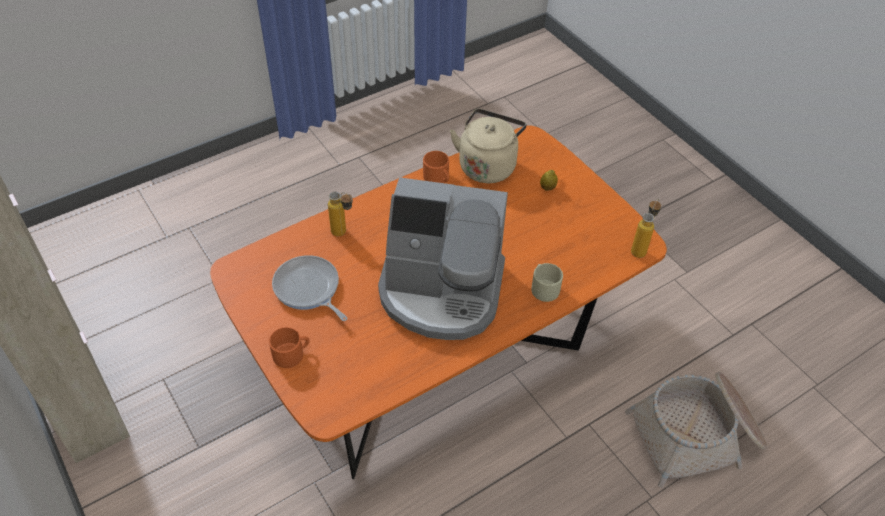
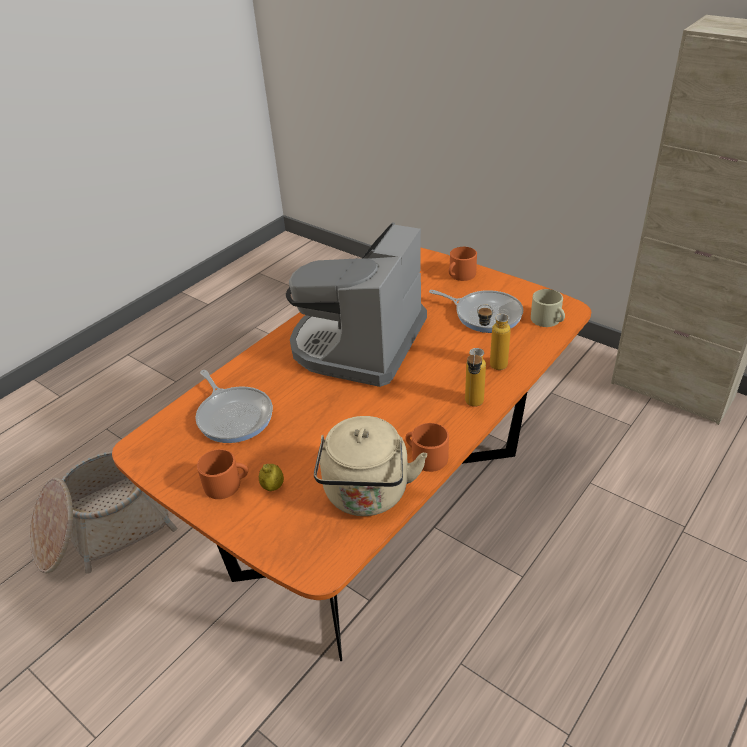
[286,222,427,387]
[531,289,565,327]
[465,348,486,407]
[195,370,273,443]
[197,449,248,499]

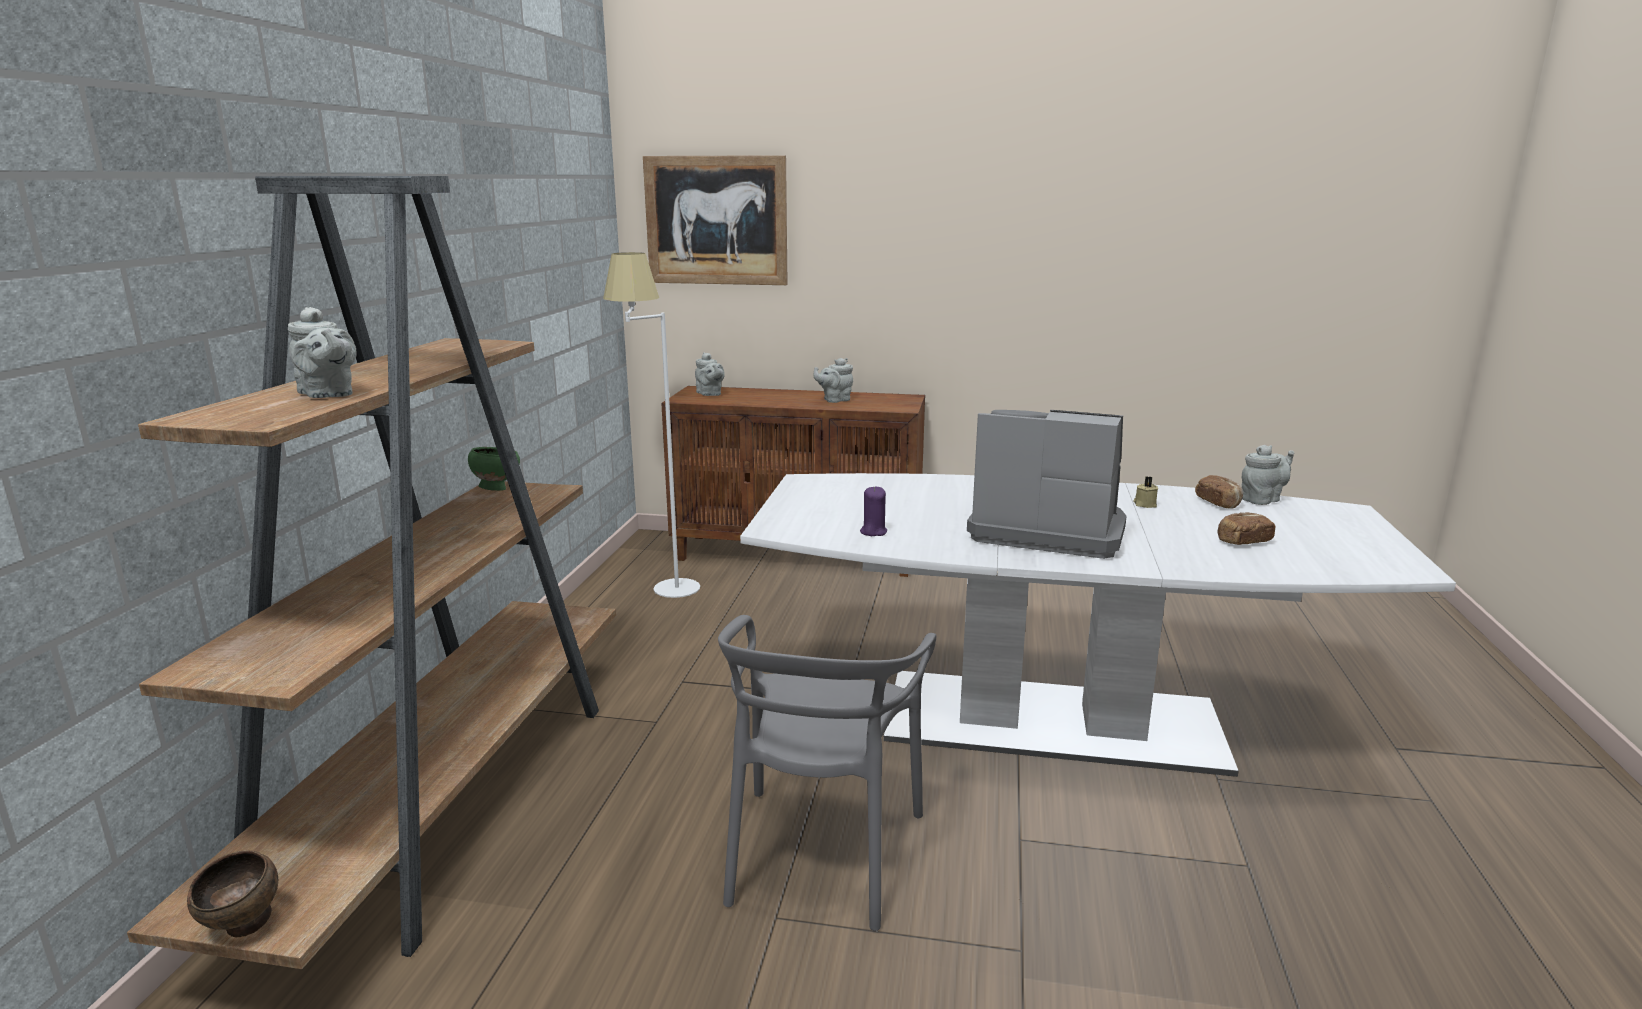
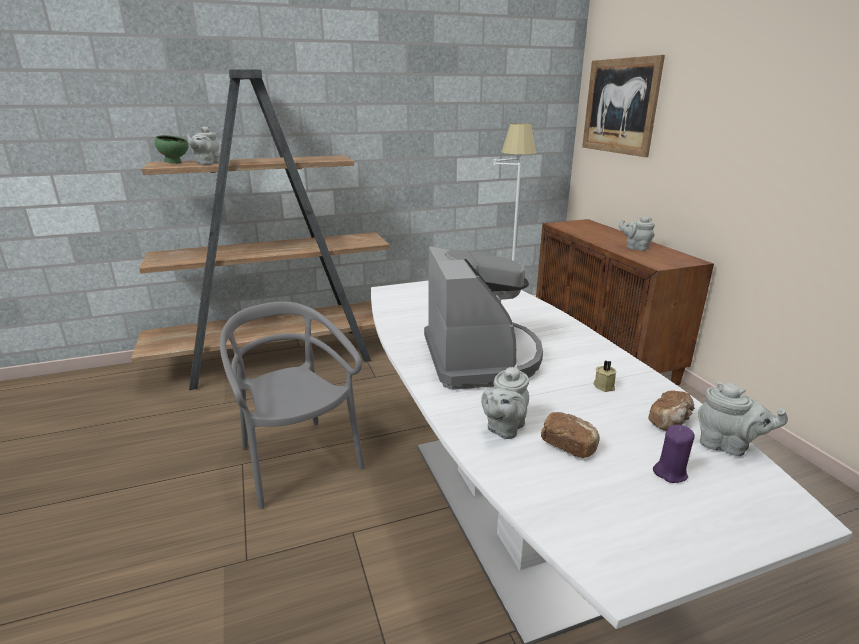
[187,850,278,938] (first image)
[155,135,188,164]
[481,364,529,439]
[220,301,365,509]
[653,425,695,483]

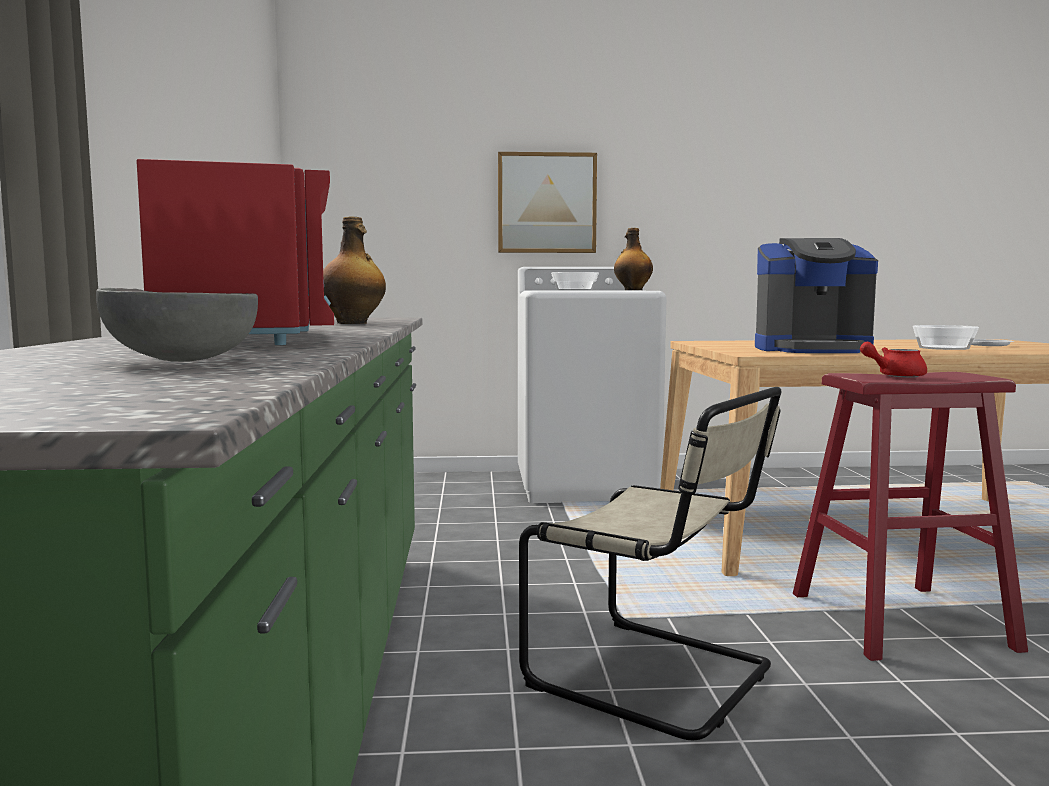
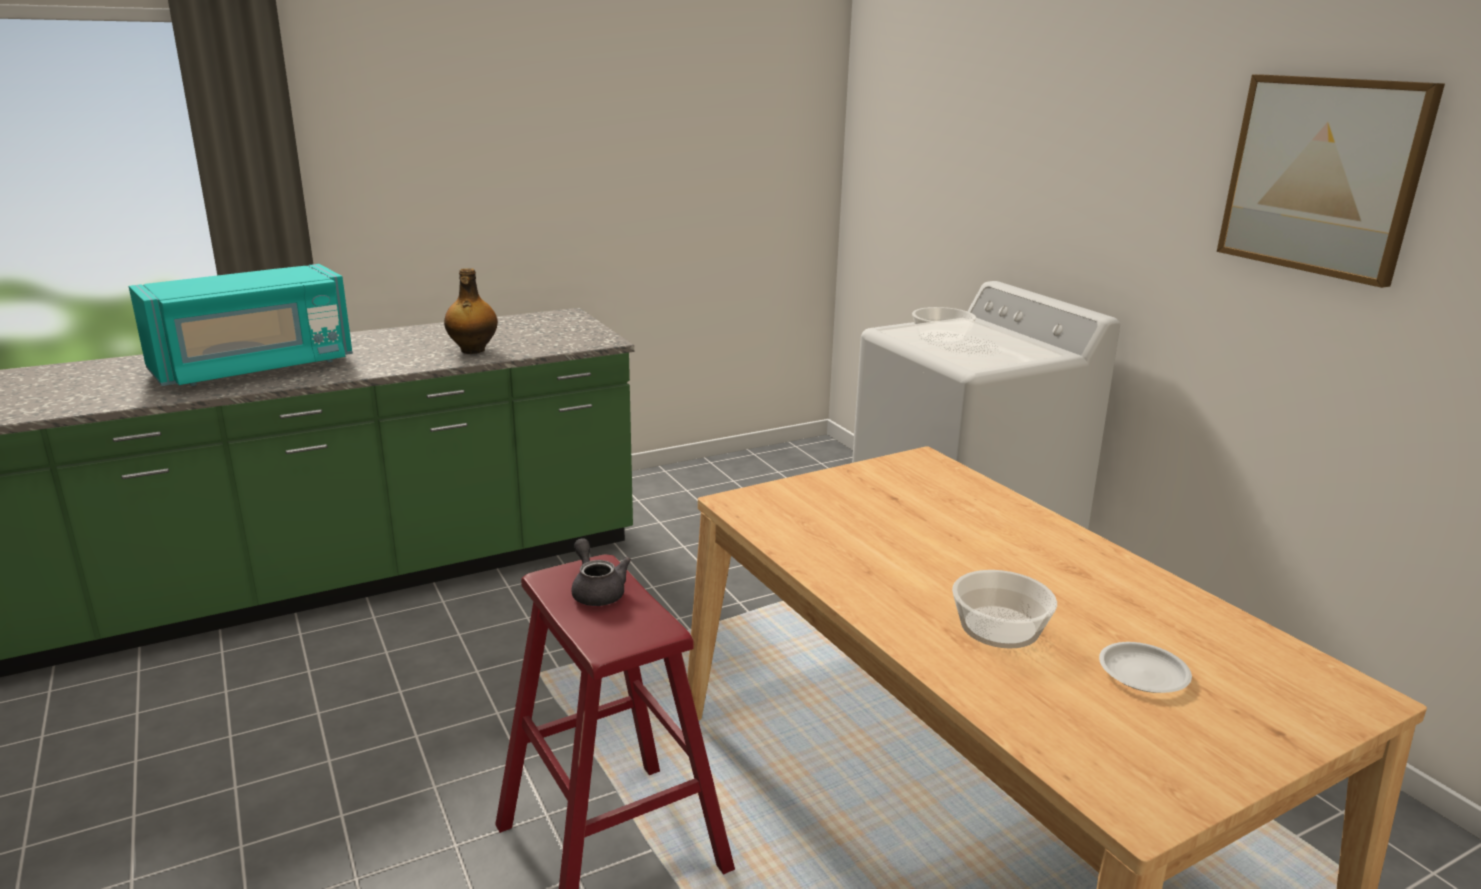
[96,288,258,362] (first image)
[129,264,353,386]
[1217,74,1445,288]
[519,387,782,740] (first image)
[614,228,653,290] (first image)
[755,238,878,353] (first image)
[571,538,631,606]

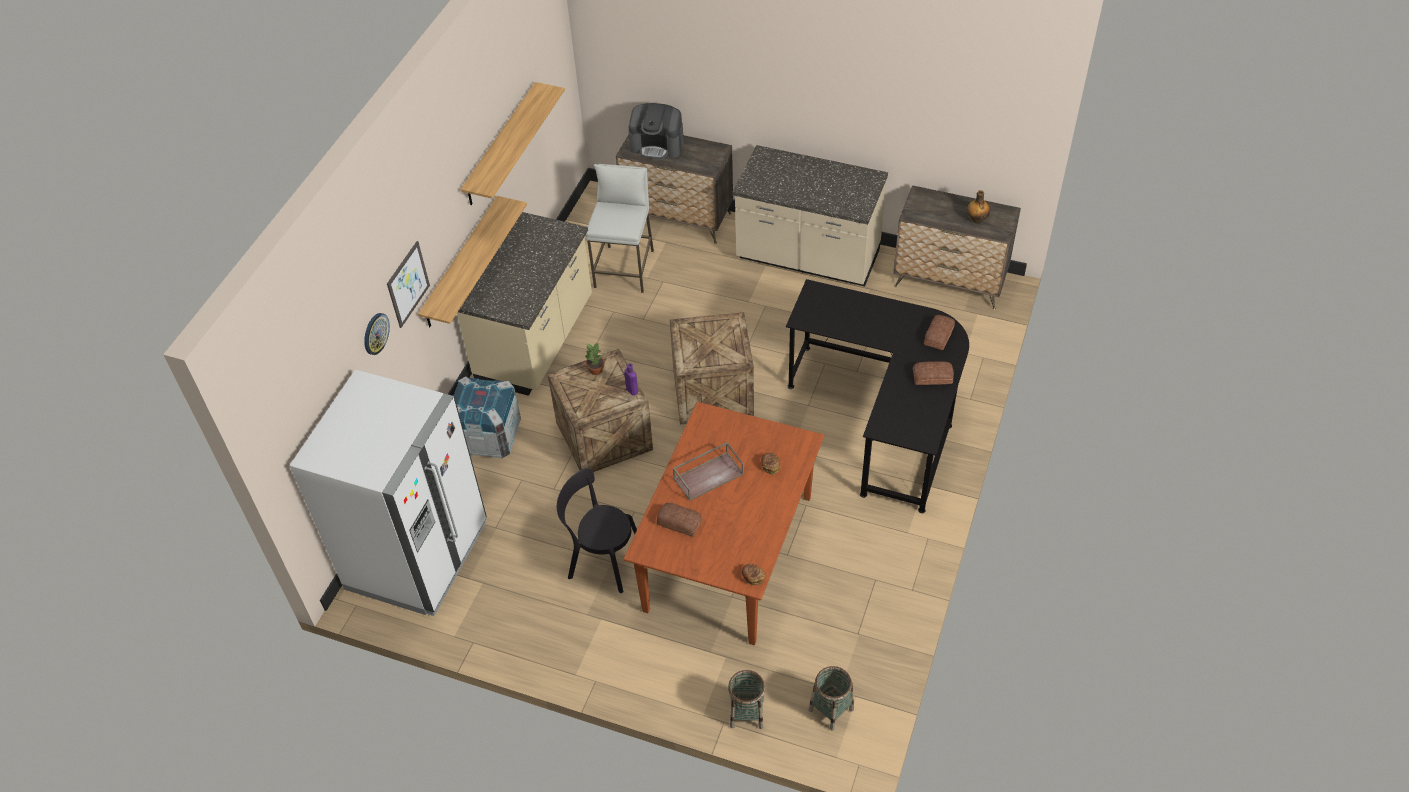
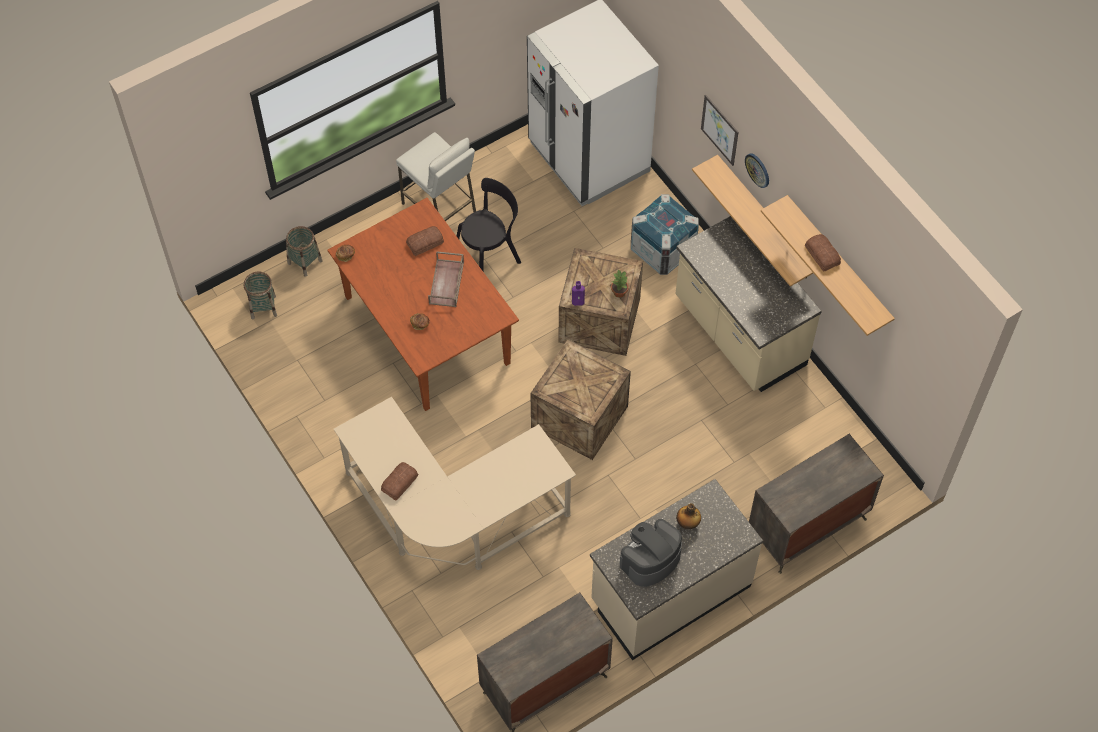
[745,154,769,188]
[396,132,476,221]
[620,519,682,587]
[333,397,576,570]
[805,234,841,272]
[676,503,701,529]

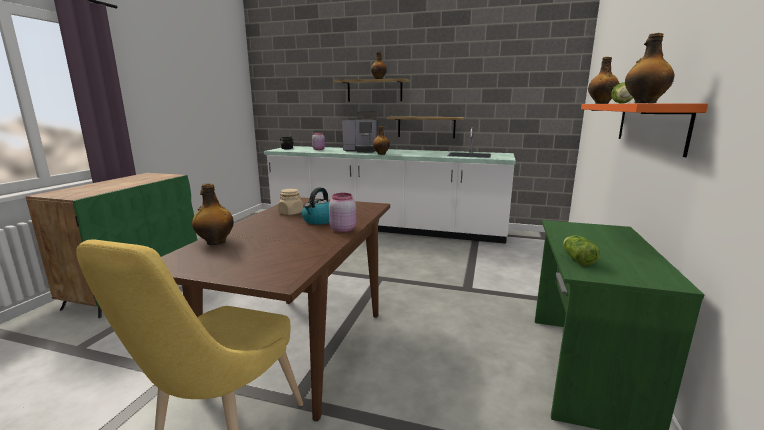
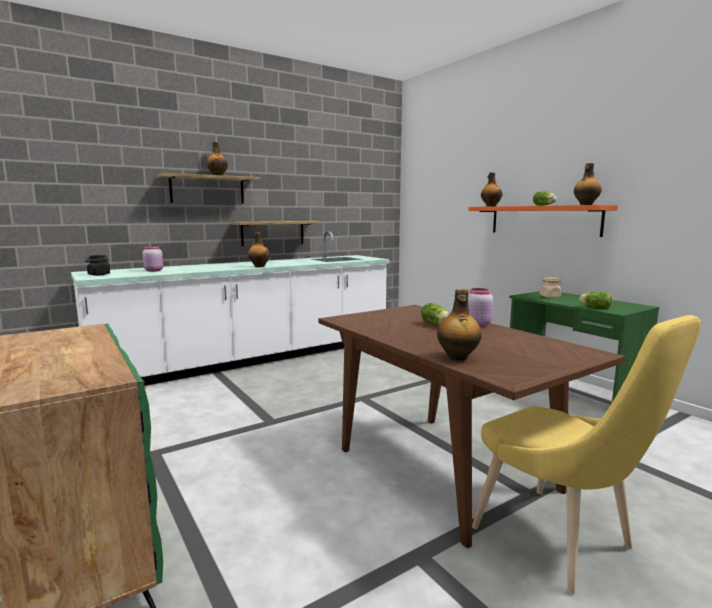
[540,277,561,298]
[421,303,450,325]
[342,111,378,153] (first image)

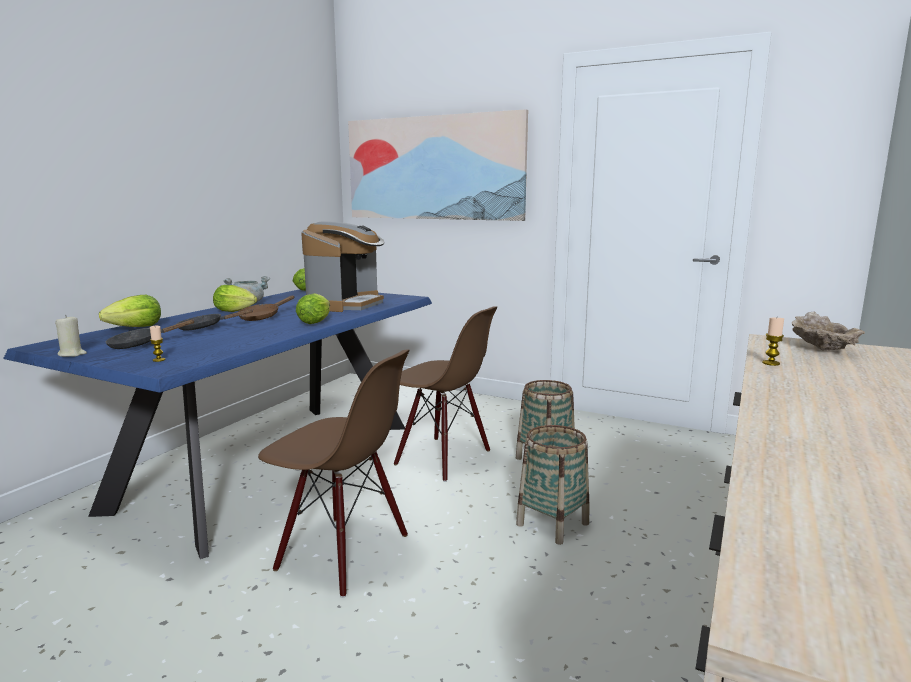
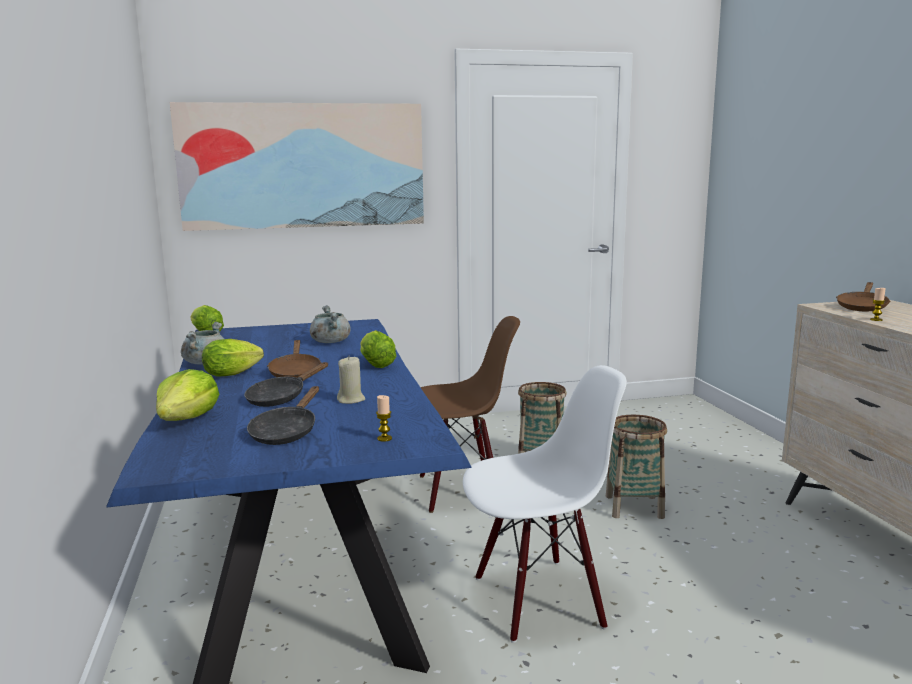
[337,356,365,404]
[463,365,627,643]
[310,305,351,343]
[836,282,890,311]

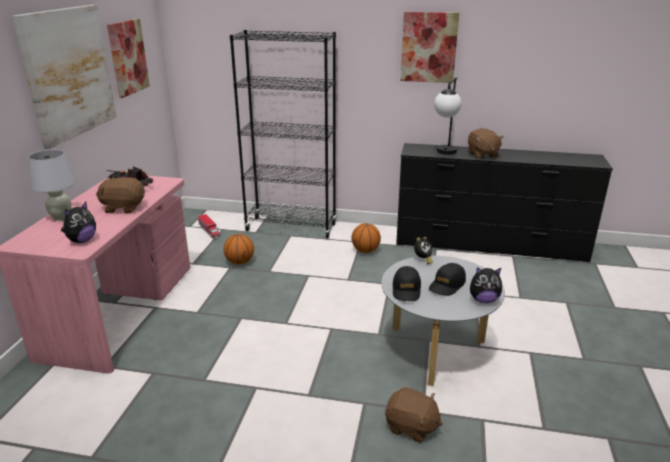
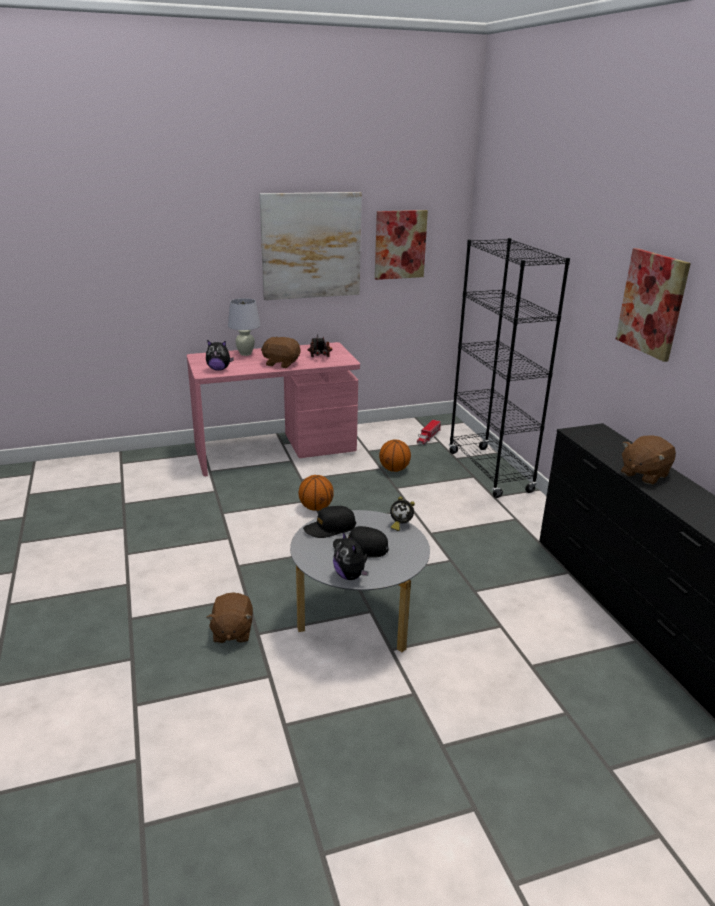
[261,336,300,368]
[299,475,334,511]
[434,78,461,155] (first image)

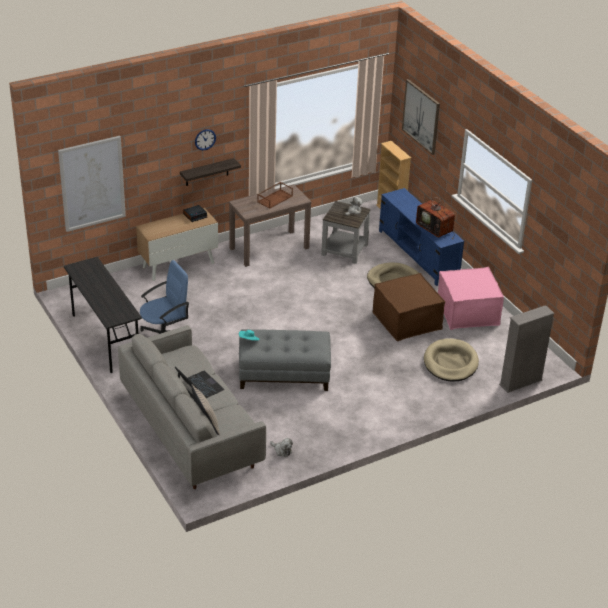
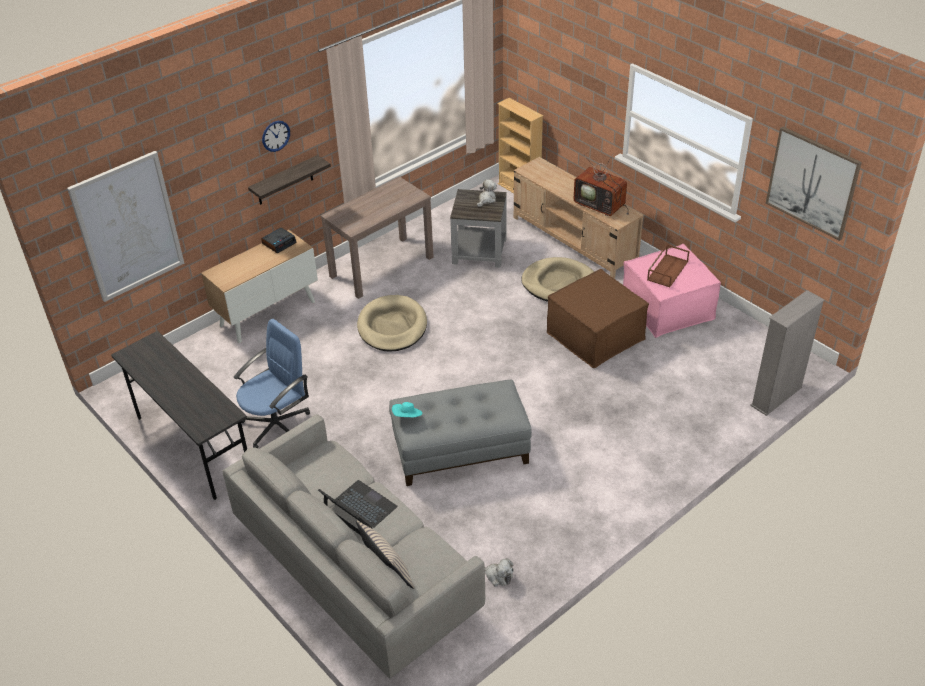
[647,244,689,288]
[514,157,644,279]
[766,127,862,241]
[357,295,427,352]

